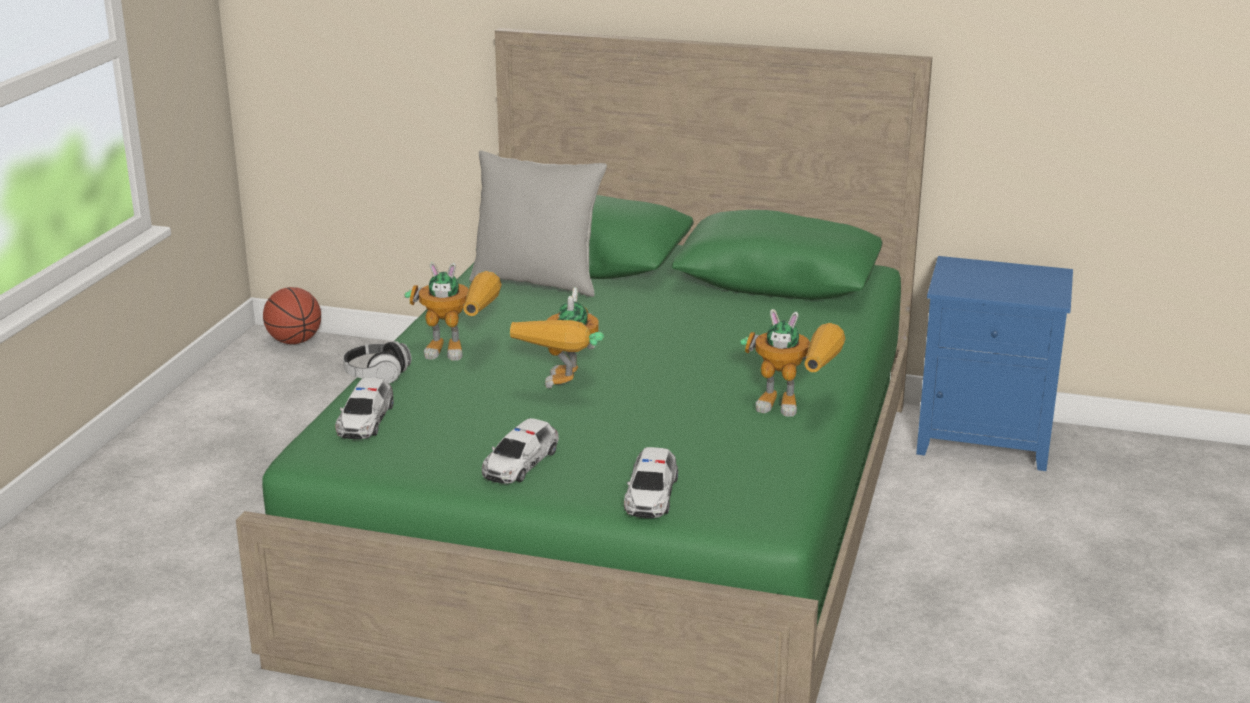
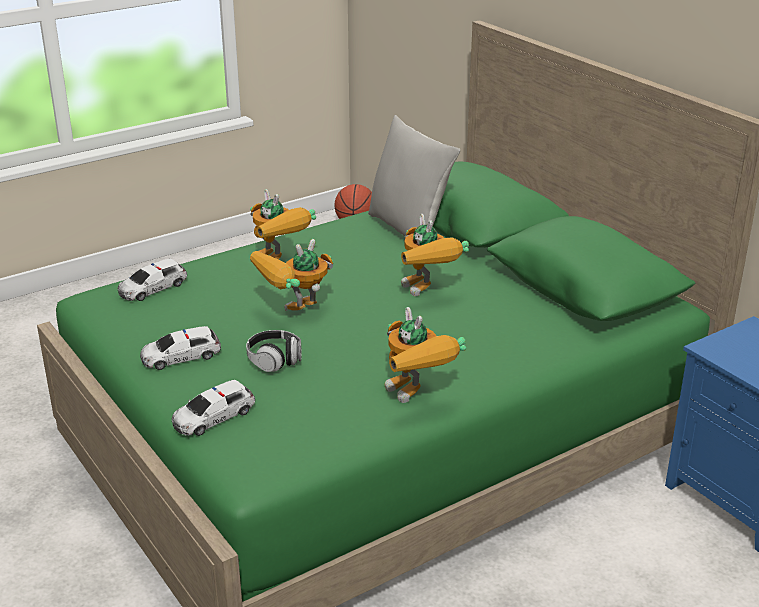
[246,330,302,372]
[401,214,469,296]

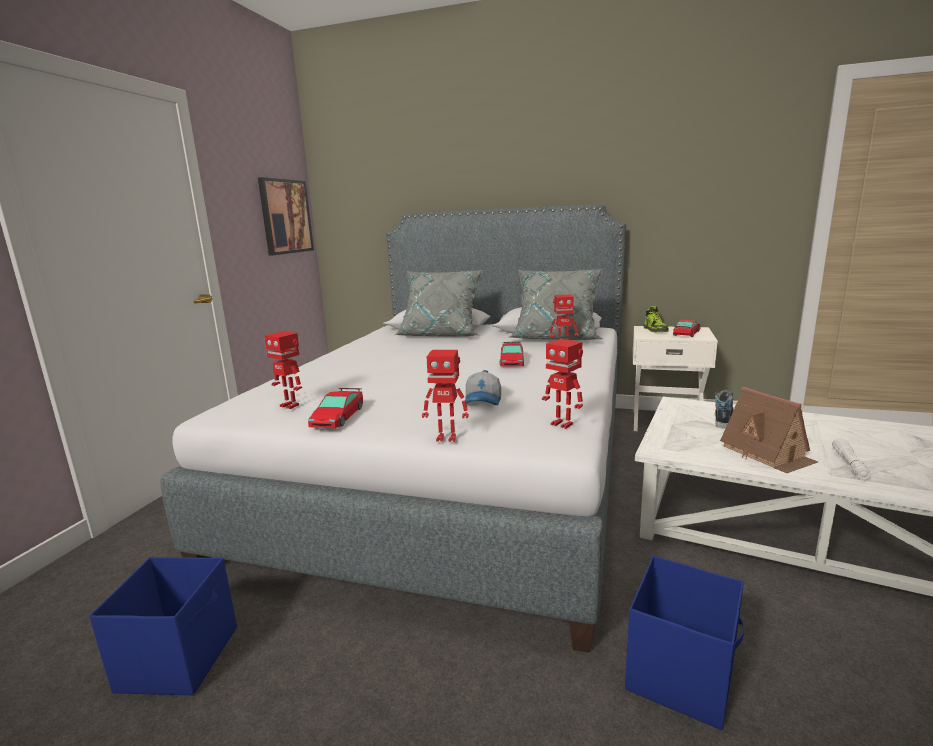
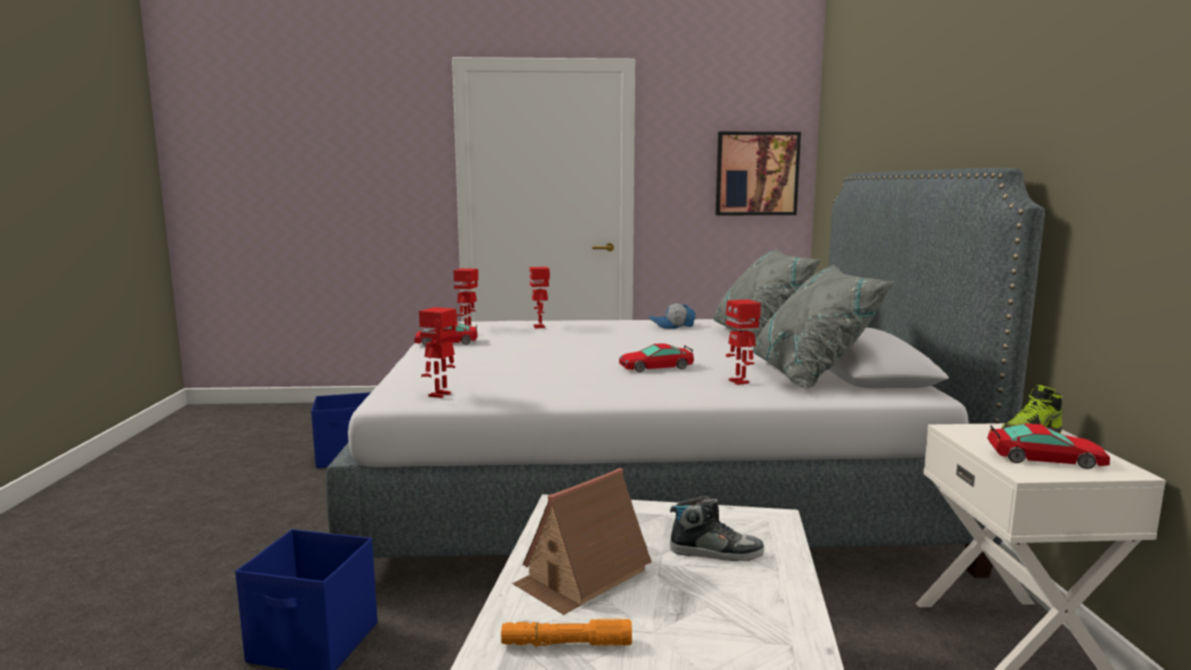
[530,267,550,328]
[649,303,695,329]
[501,618,632,647]

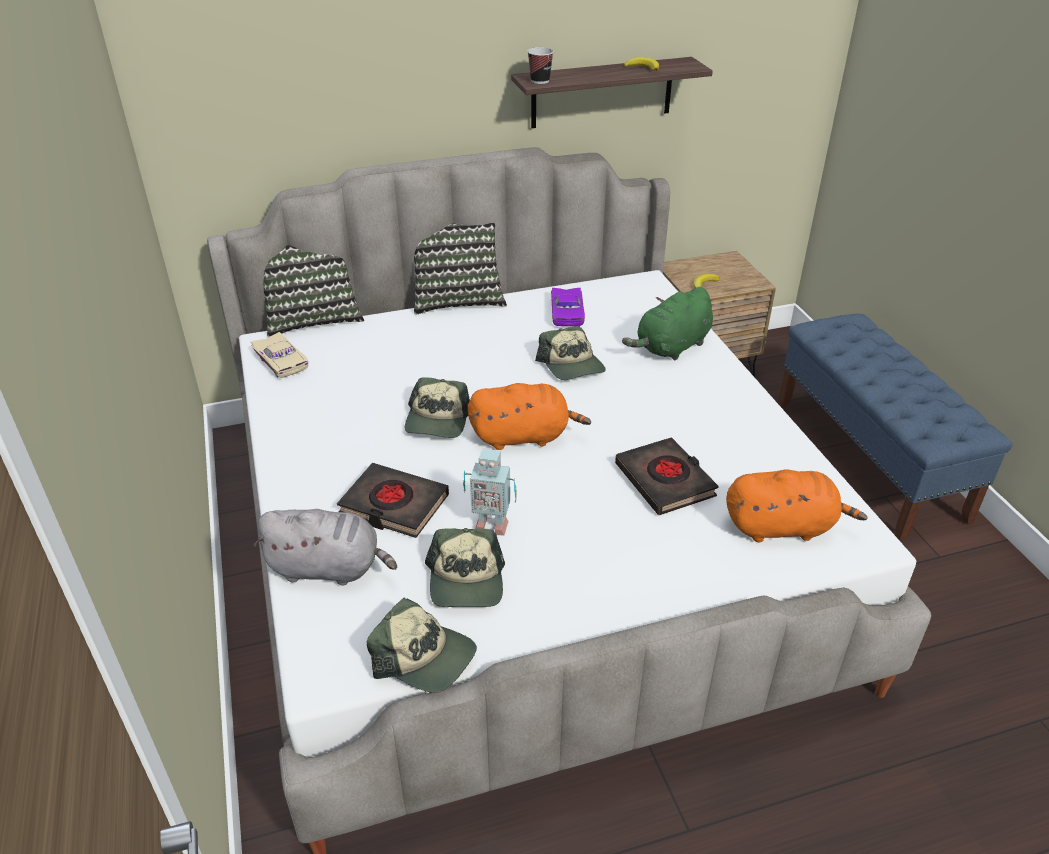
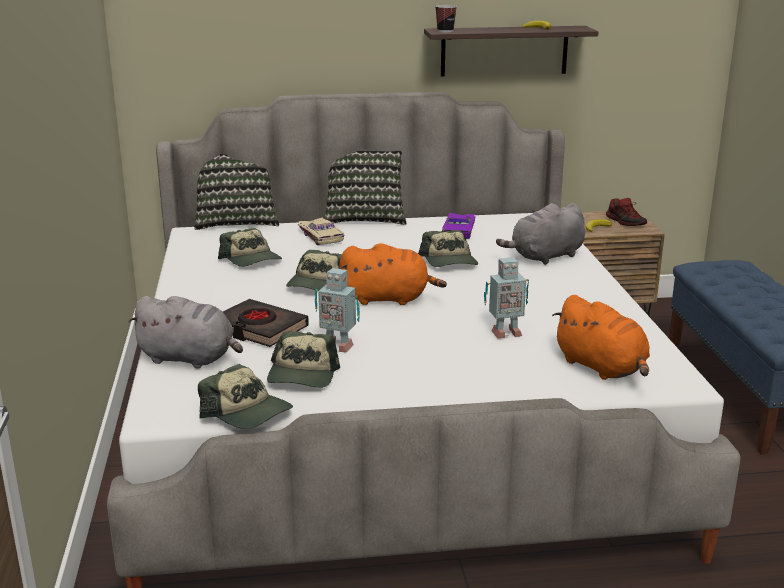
[298,218,344,245]
[484,257,529,339]
[496,203,585,265]
[552,295,650,380]
[218,228,282,267]
[606,198,647,226]

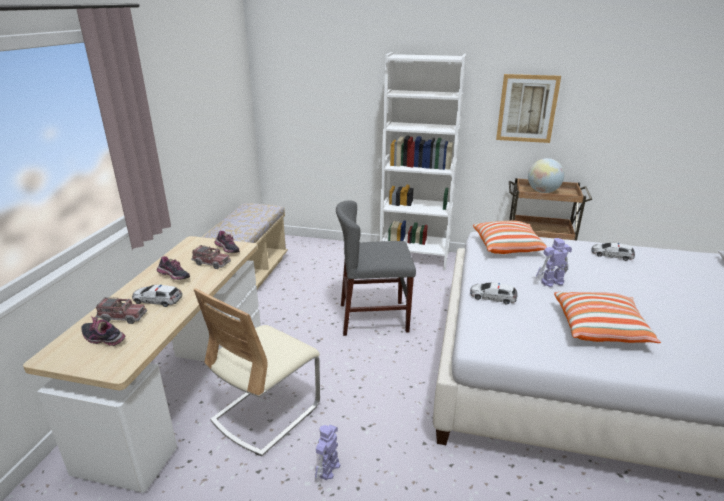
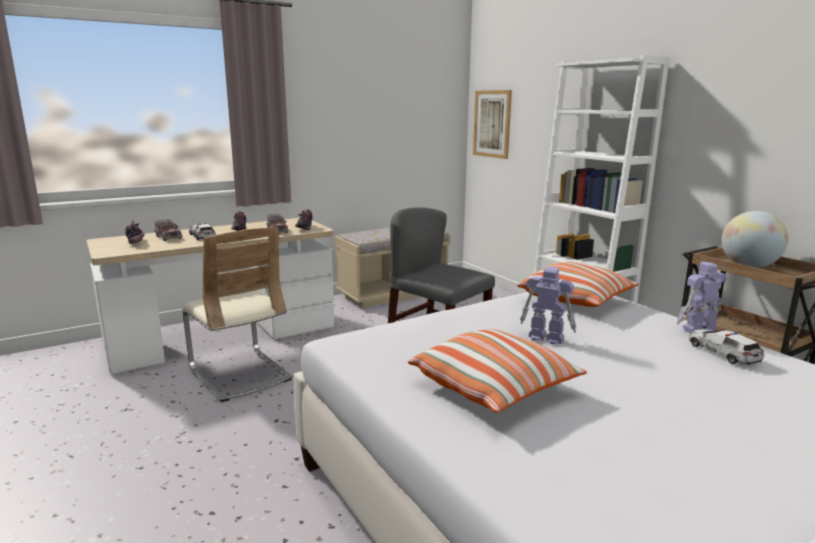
[182,228,293,402]
[677,262,726,333]
[470,283,517,304] (first image)
[473,90,512,159]

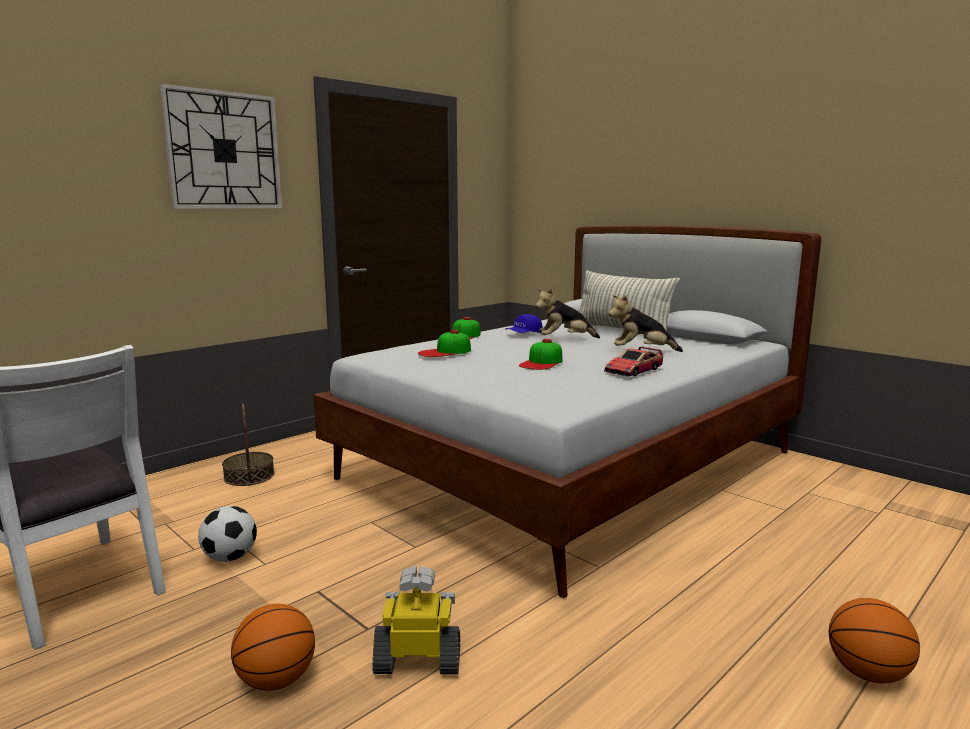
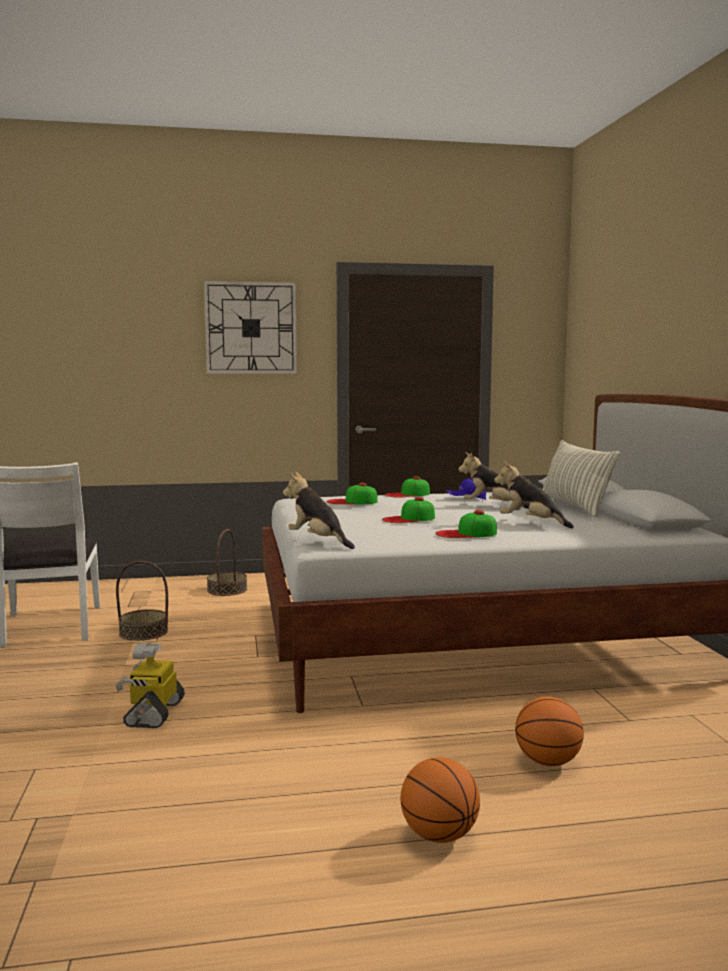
[116,561,168,641]
[515,697,584,766]
[116,643,185,728]
[435,510,497,538]
[283,472,355,549]

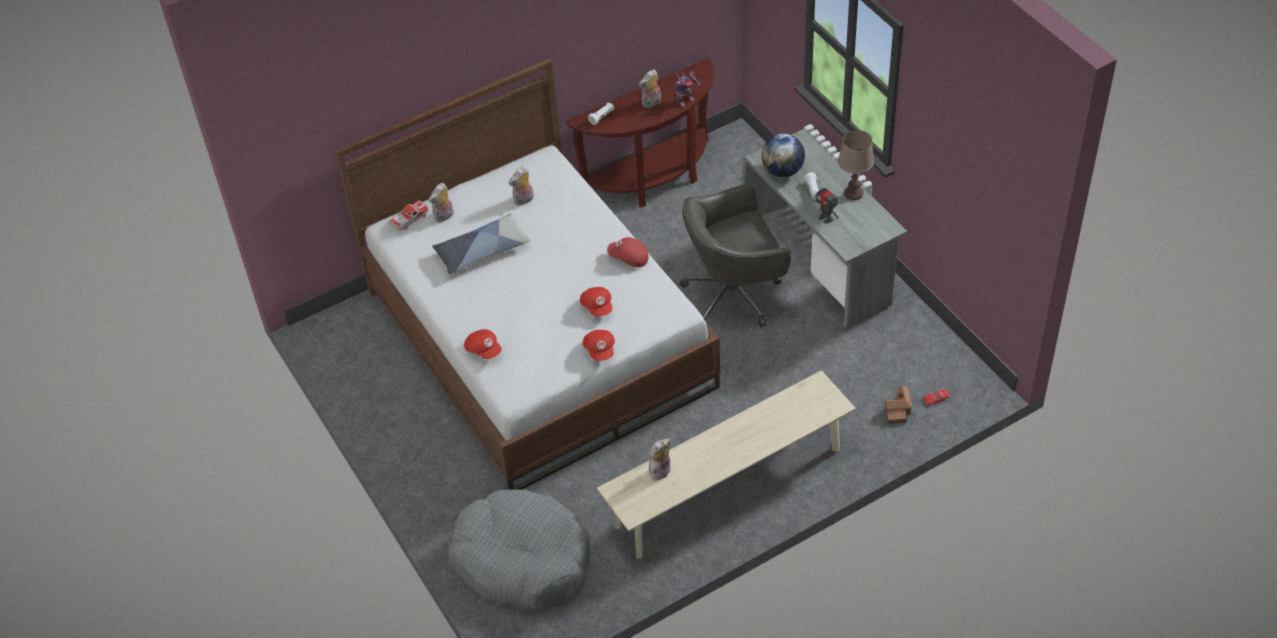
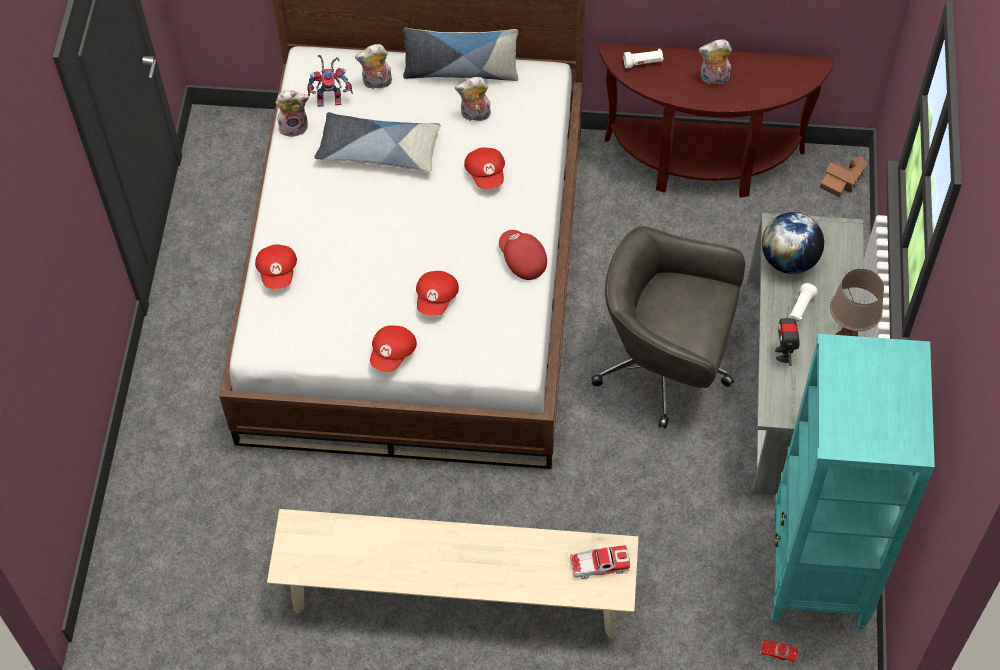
[570,545,630,579]
[449,489,590,610] (first image)
[276,90,309,137]
[307,55,353,107]
[820,157,868,197]
[403,27,518,81]
[464,148,505,189]
[772,334,935,629]

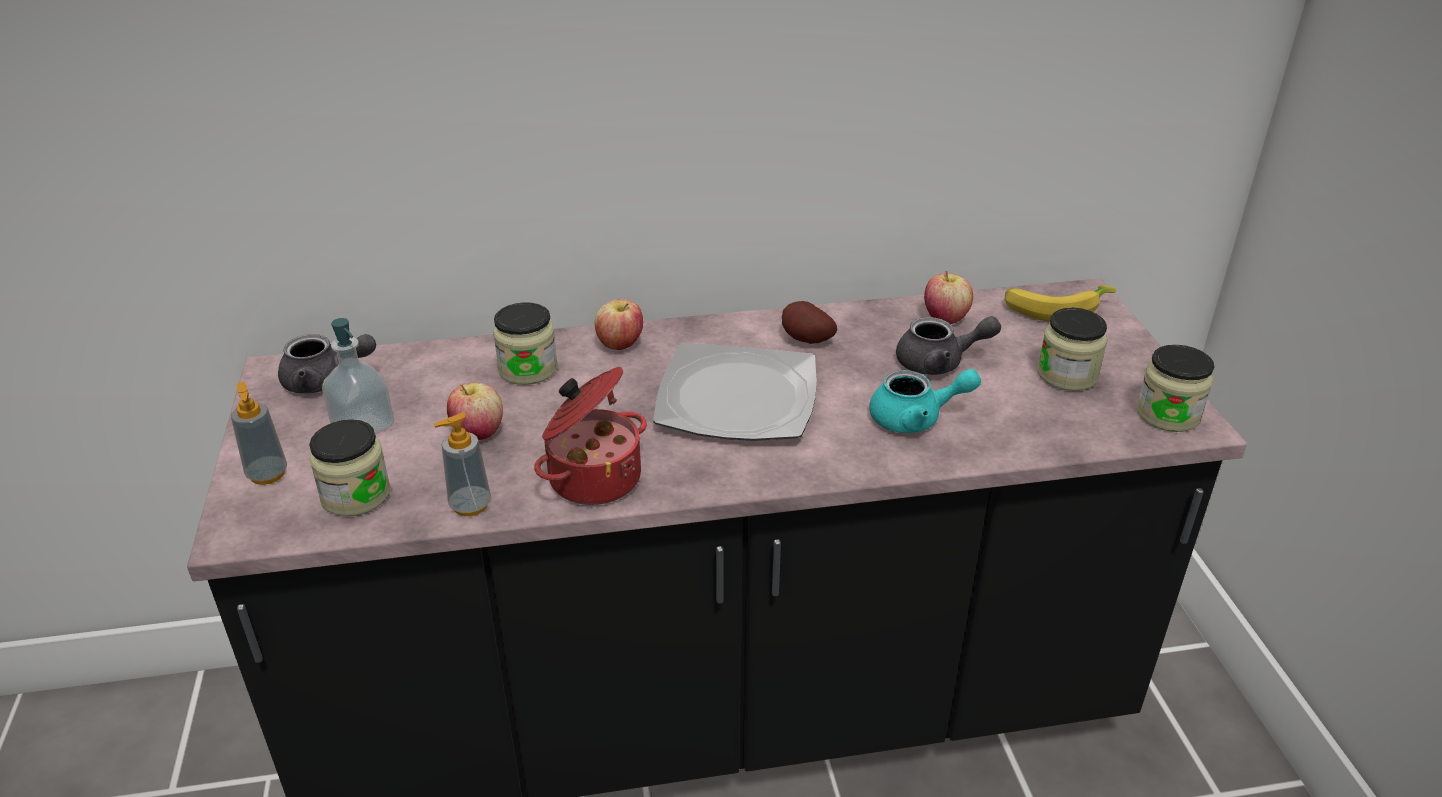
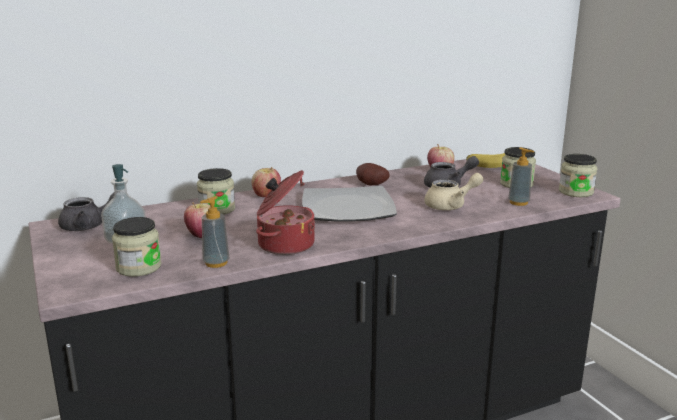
[508,147,534,206]
[424,173,484,210]

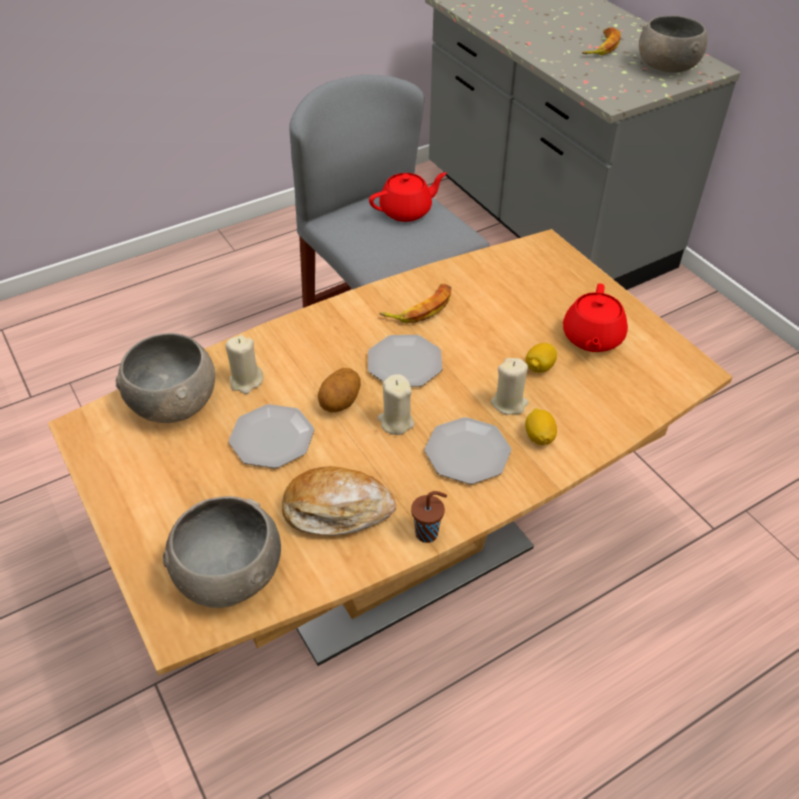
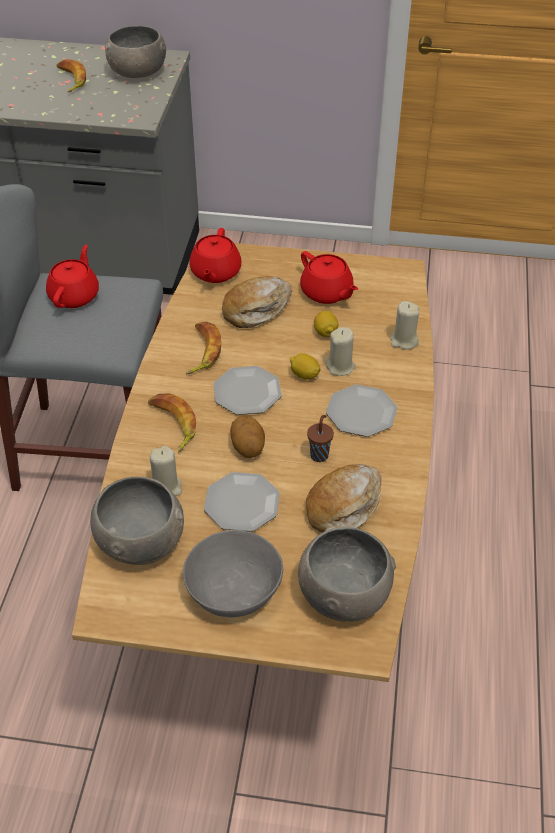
[390,301,419,349]
[307,415,334,462]
[290,353,321,380]
[148,393,196,452]
[183,530,283,618]
[189,228,241,283]
[222,276,292,328]

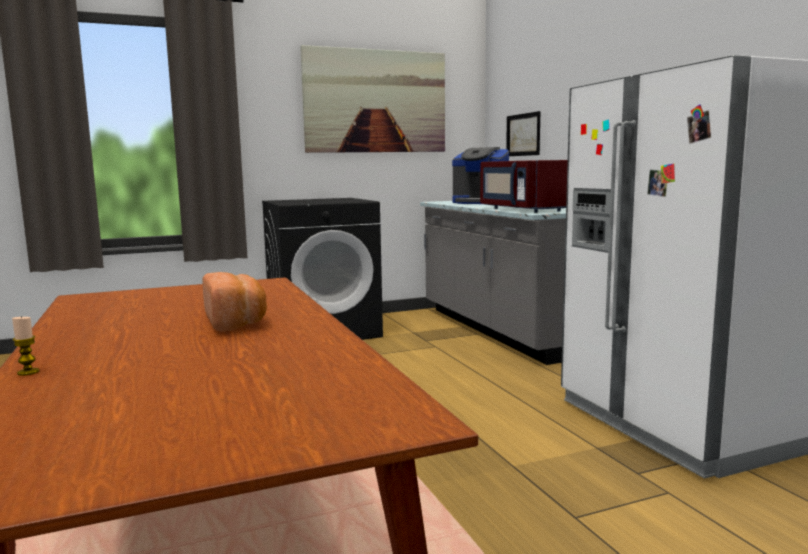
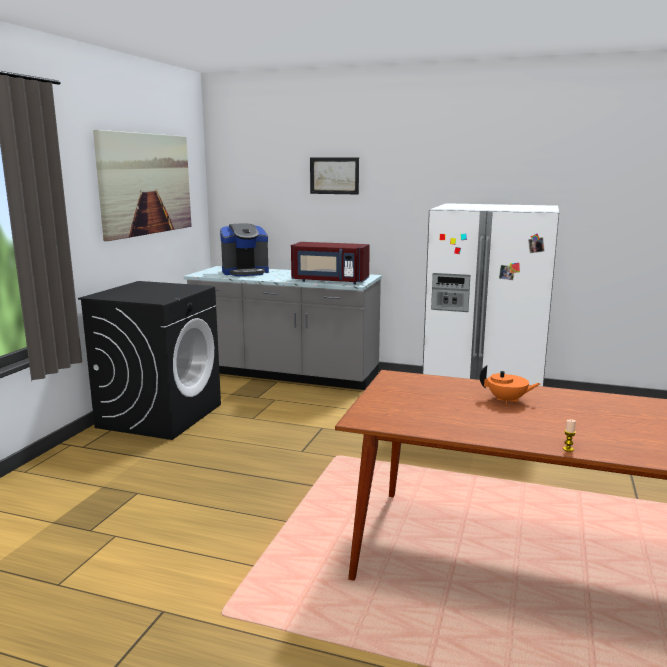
[480,365,541,404]
[310,157,359,194]

